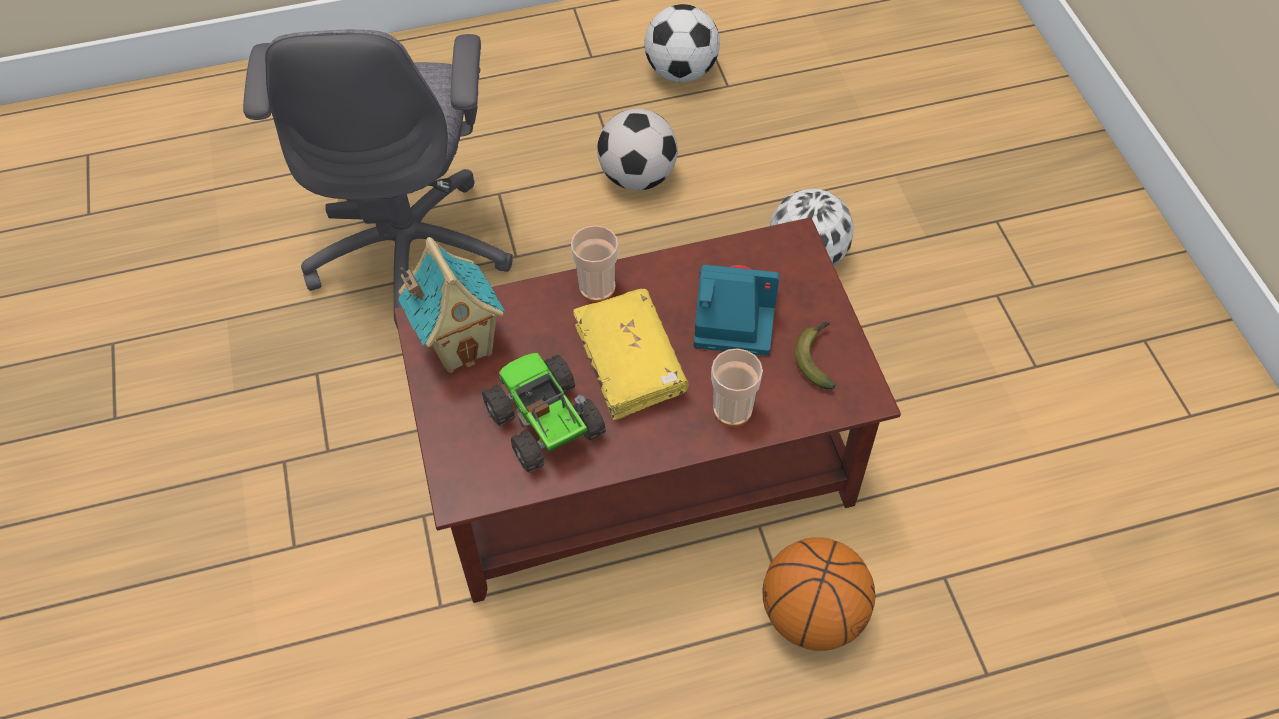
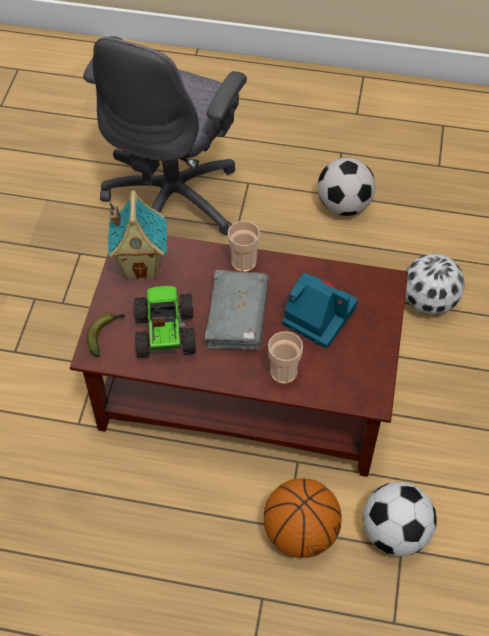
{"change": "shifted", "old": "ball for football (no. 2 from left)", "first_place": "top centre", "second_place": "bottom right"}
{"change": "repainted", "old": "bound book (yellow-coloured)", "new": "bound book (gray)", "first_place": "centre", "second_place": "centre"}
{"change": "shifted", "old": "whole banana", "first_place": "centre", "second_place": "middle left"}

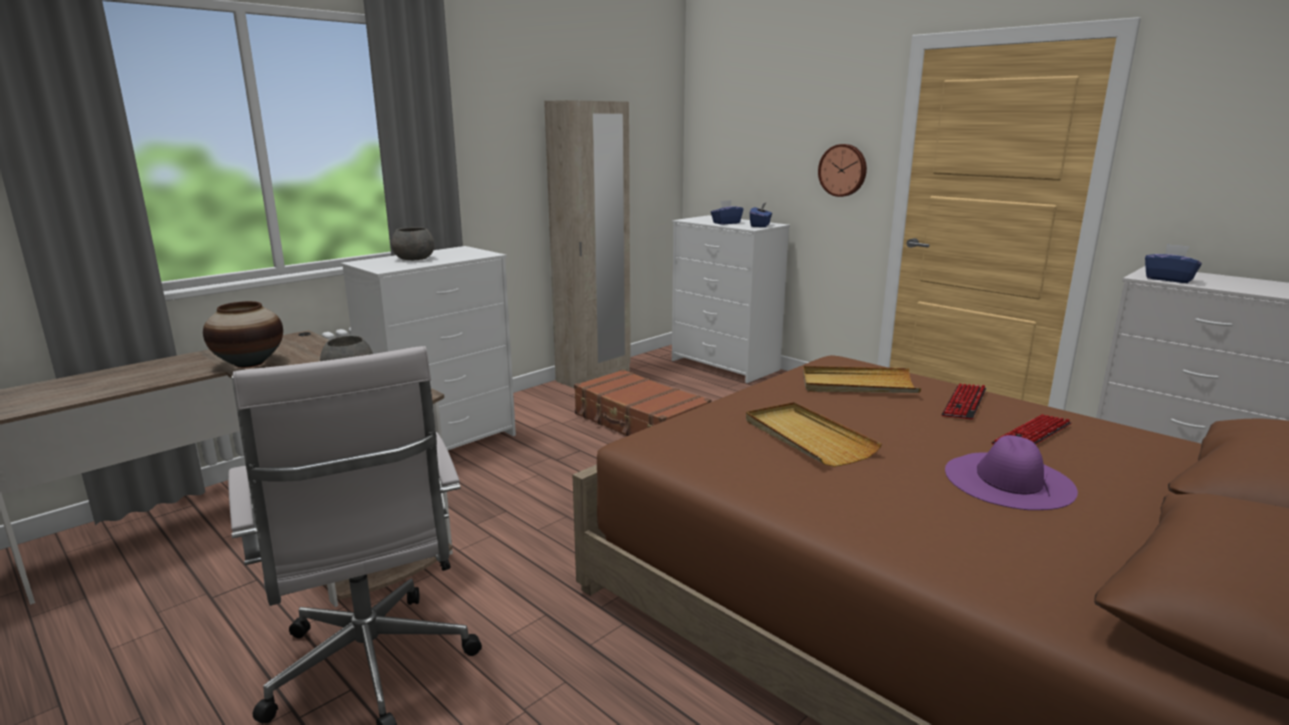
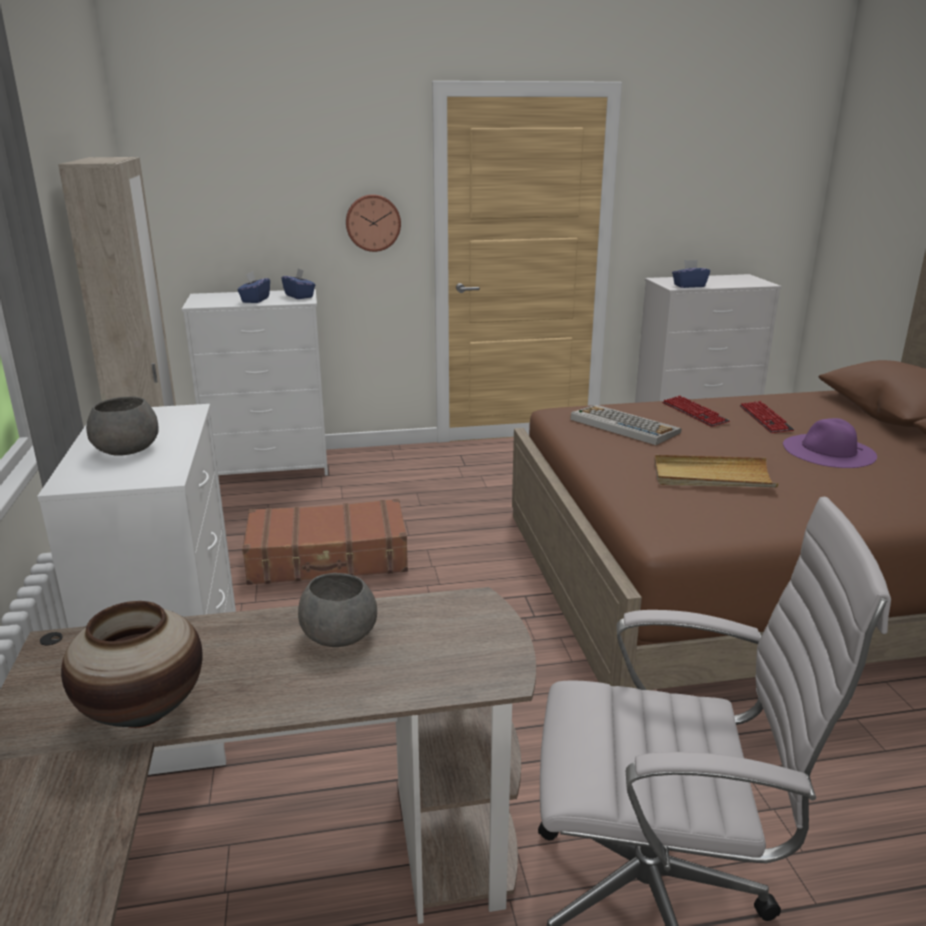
{"change": "swapped", "old": "carrying tray (beige) (no. 2 from left)", "new": "computer keyboard (no. 1 from left)", "first_place": "middle right", "second_place": "middle right"}

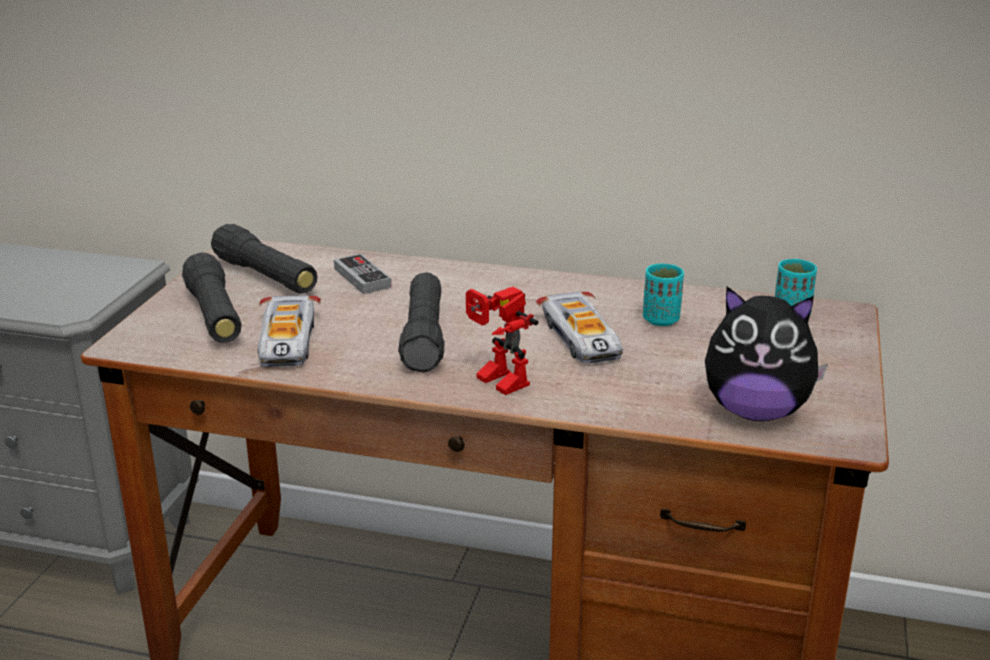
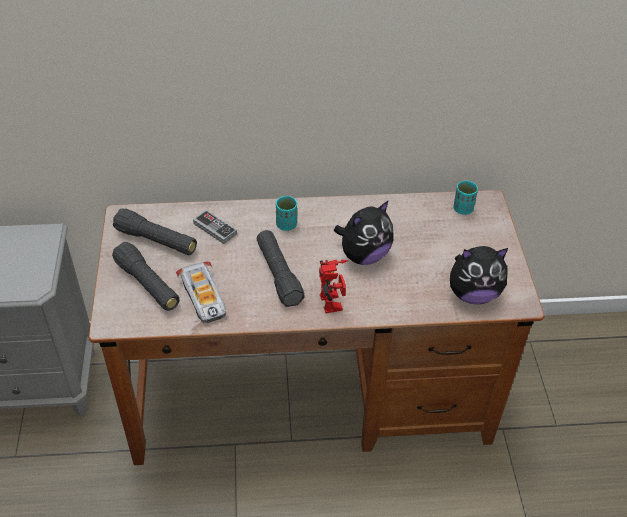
{"change": "shifted", "old": "small cup (turquoise-coloured) (no. 1 from left)", "first_place": "middle right", "second_place": "centre"}
{"change": "rotated", "old": "toy robot", "first_place": "centre", "second_place": "centre", "degrees": -135}
{"change": "swapped", "old": "toy car (no. 2 from left)", "new": "soft toy (no. 1 from left)", "first_place": "centre", "second_place": "centre"}

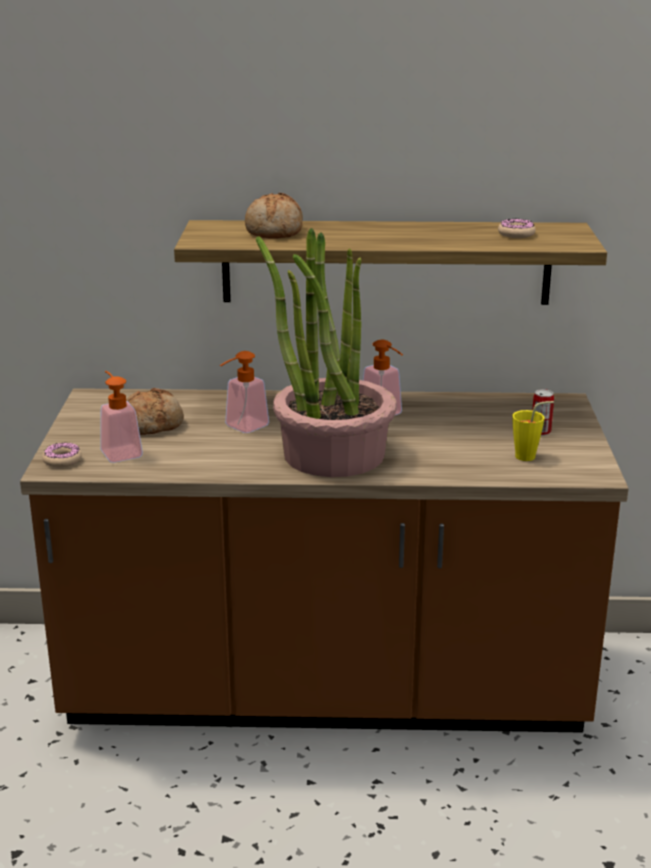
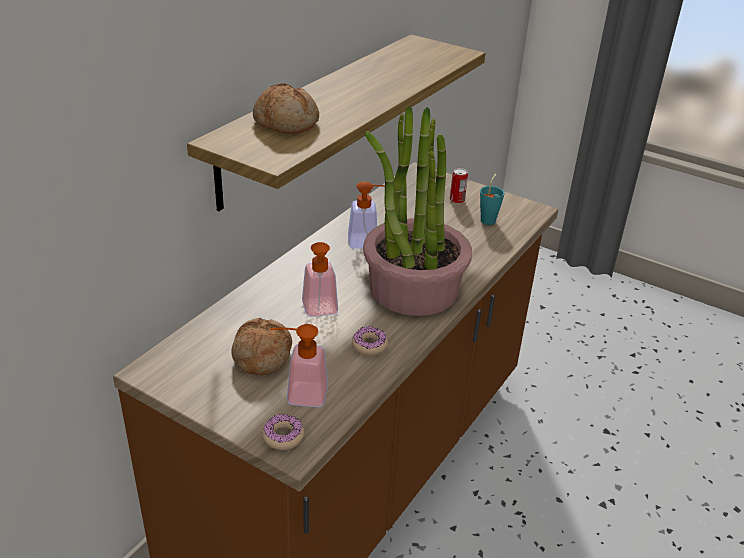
{"change": "shifted", "old": "donut (no. 2 from left)", "first_place": "top right", "second_place": "centre"}
{"change": "repainted", "old": "small cup (yellow-coloured)", "new": "small cup (turquoise-coloured)", "first_place": "middle right", "second_place": "centre"}

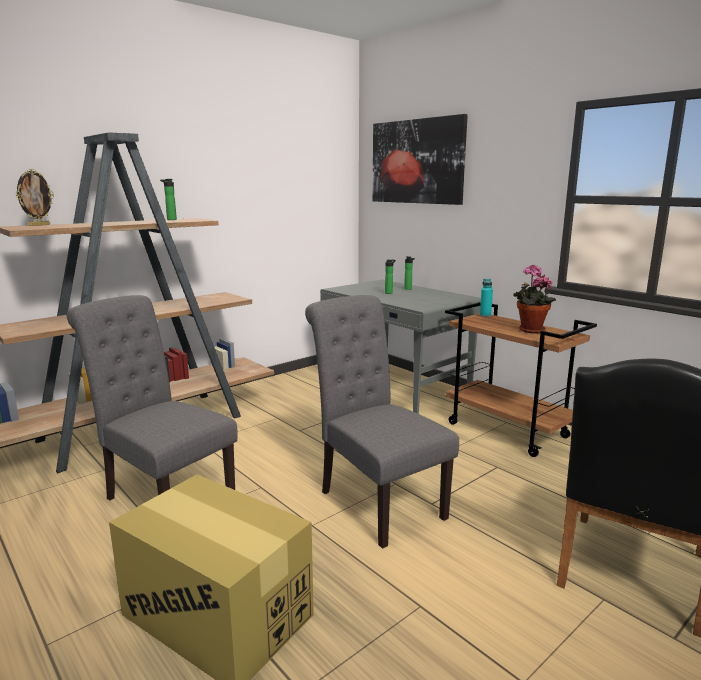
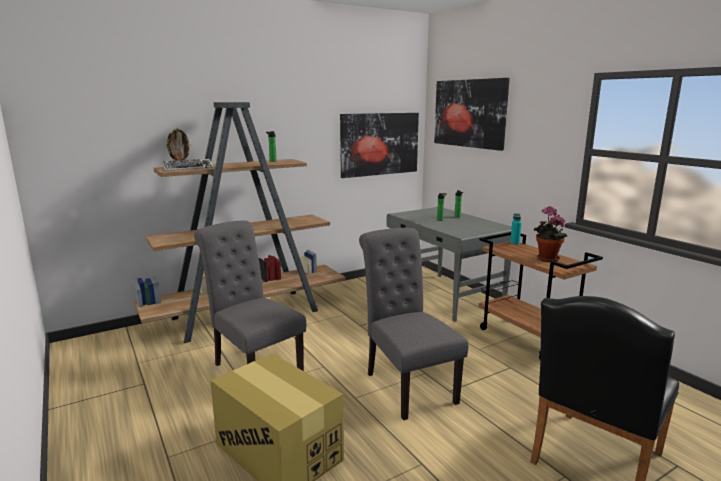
{"change": "new", "new": "picture (no. 1 from left)", "second_place": "top centre"}
{"change": "new", "new": "computer keyboard", "second_place": "middle left"}

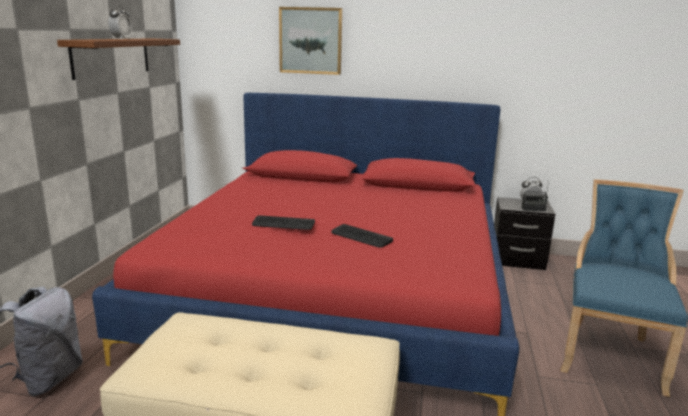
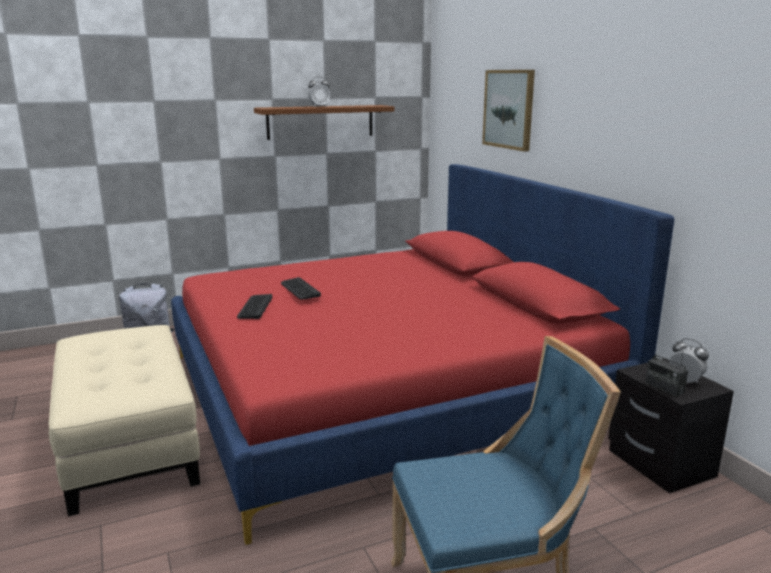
{"change": "shifted", "old": "computer keyboard (no. 2 from left in the first image)", "new": "computer keyboard (no. 1 from left)", "first_place": "centre", "second_place": "middle left"}

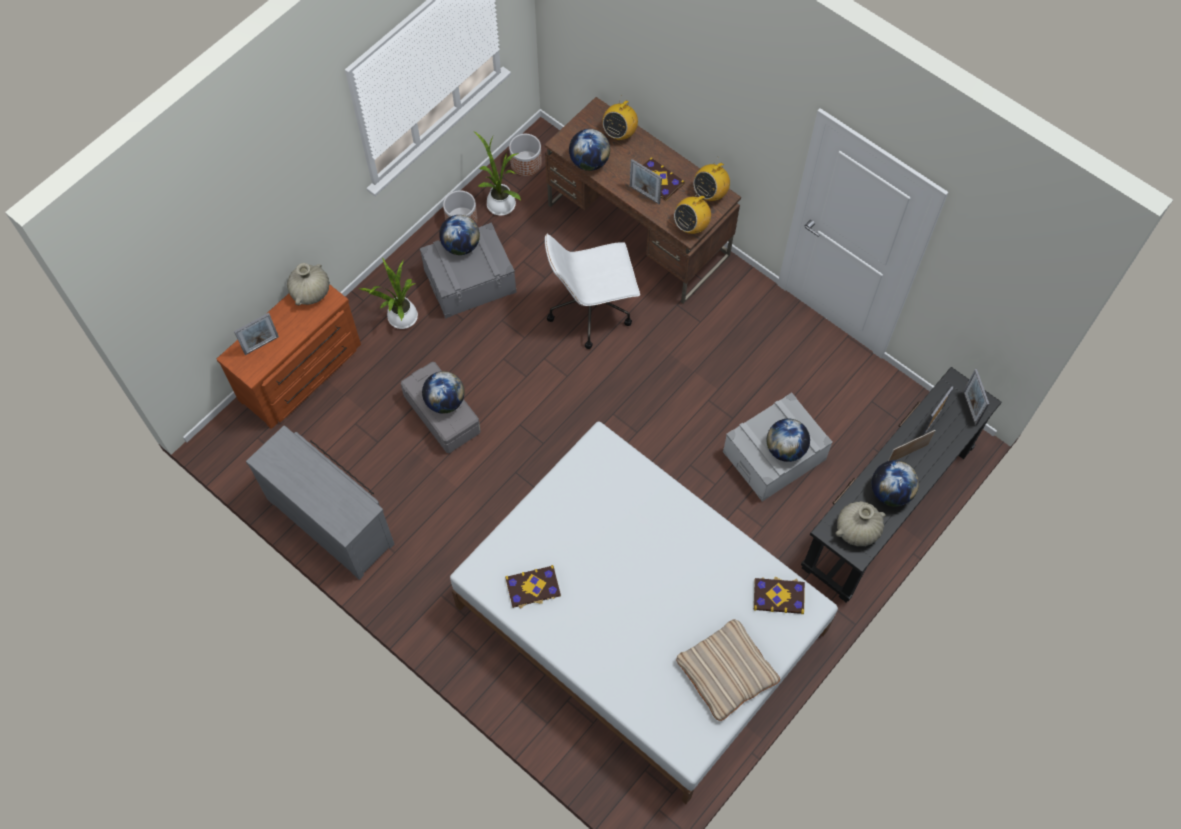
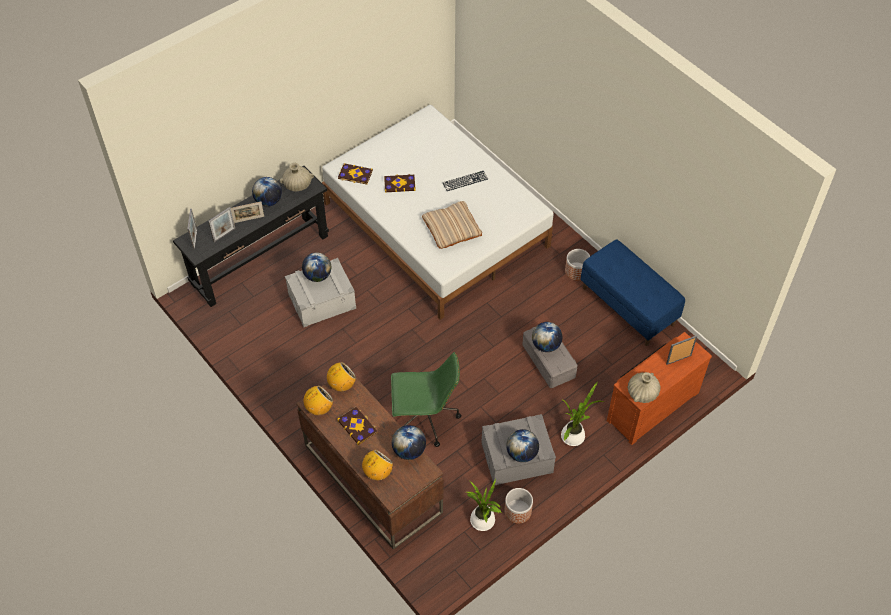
{"change": "shifted", "old": "planter (no. 2 from left)", "first_place": "top centre", "second_place": "centre"}
{"change": "gone", "old": "picture frame (no. 2 from left)", "first_place": "top centre"}
{"change": "repainted", "old": "desk chair (white-coloured)", "new": "desk chair (green-coloured)", "first_place": "centre", "second_place": "centre"}
{"change": "swapped", "old": "drawer chest (gray)", "new": "long seat (bluish)", "first_place": "middle left", "second_place": "middle right"}
{"change": "shifted", "old": "bound book (no. 1 from left in the first image)", "new": "bound book (no. 3 from left)", "first_place": "bottom centre", "second_place": "top centre"}
{"change": "shifted", "old": "throw pillow (beige)", "first_place": "bottom centre", "second_place": "centre"}
{"change": "new", "new": "computer keyboard", "second_place": "top centre"}

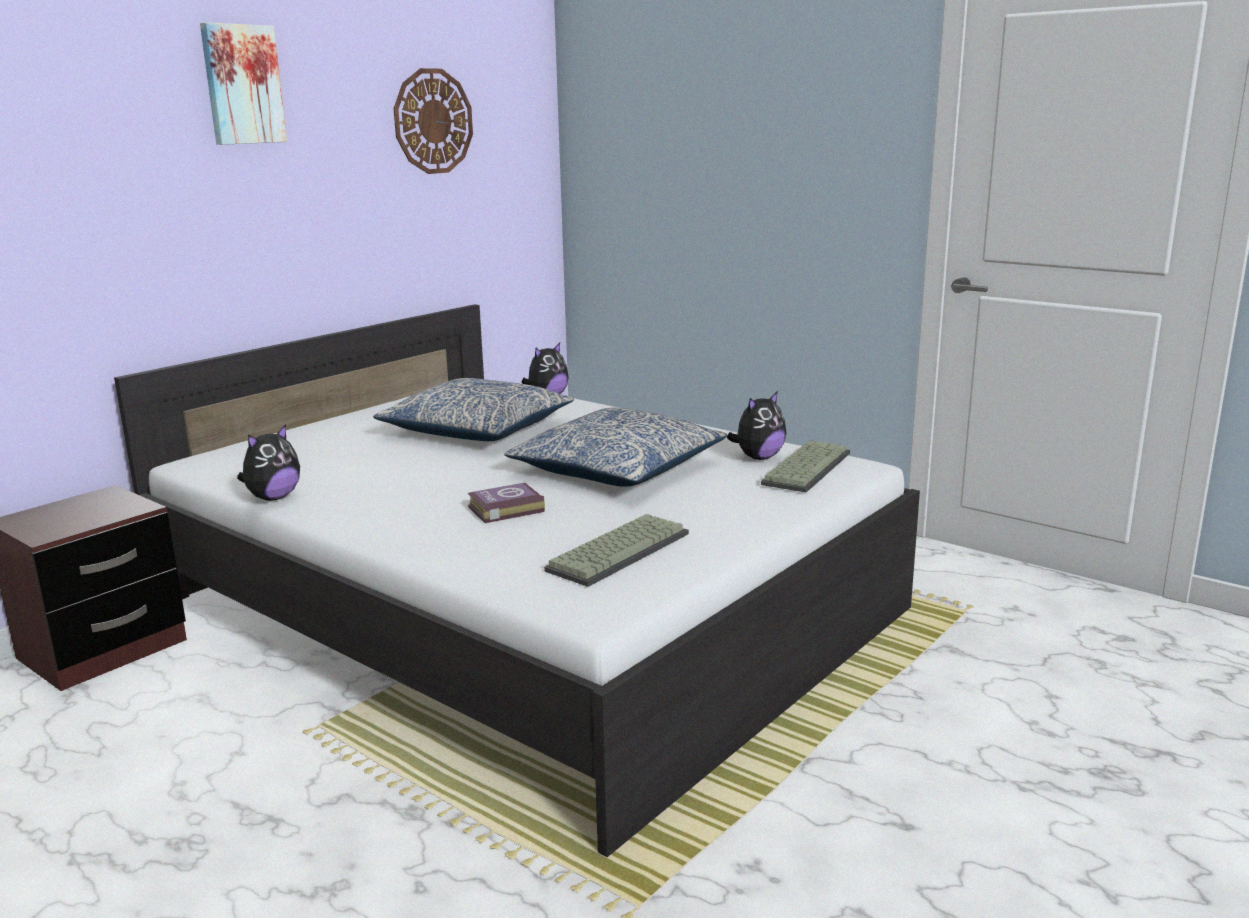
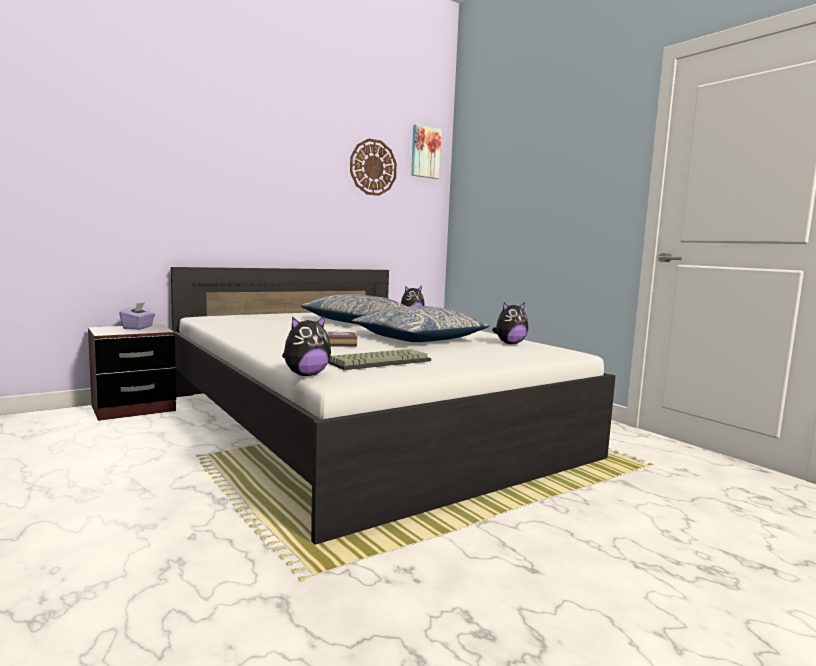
{"change": "shifted", "old": "picture", "first_place": "top left", "second_place": "top centre"}
{"change": "shifted", "old": "soft toy (no. 1 from left)", "first_place": "middle left", "second_place": "centre"}
{"change": "gone", "old": "computer keyboard (no. 2 from left)", "first_place": "centre"}
{"change": "new", "new": "tissue box (purplish)", "second_place": "middle left"}

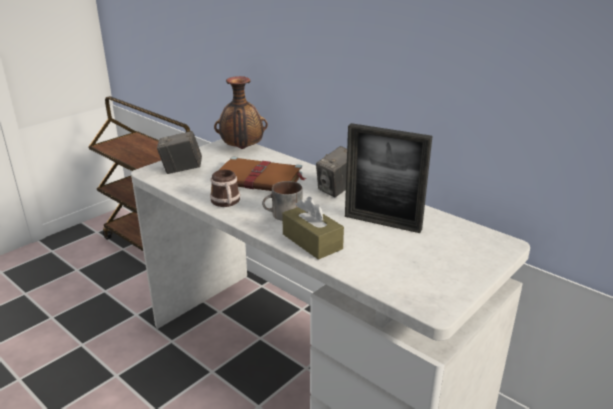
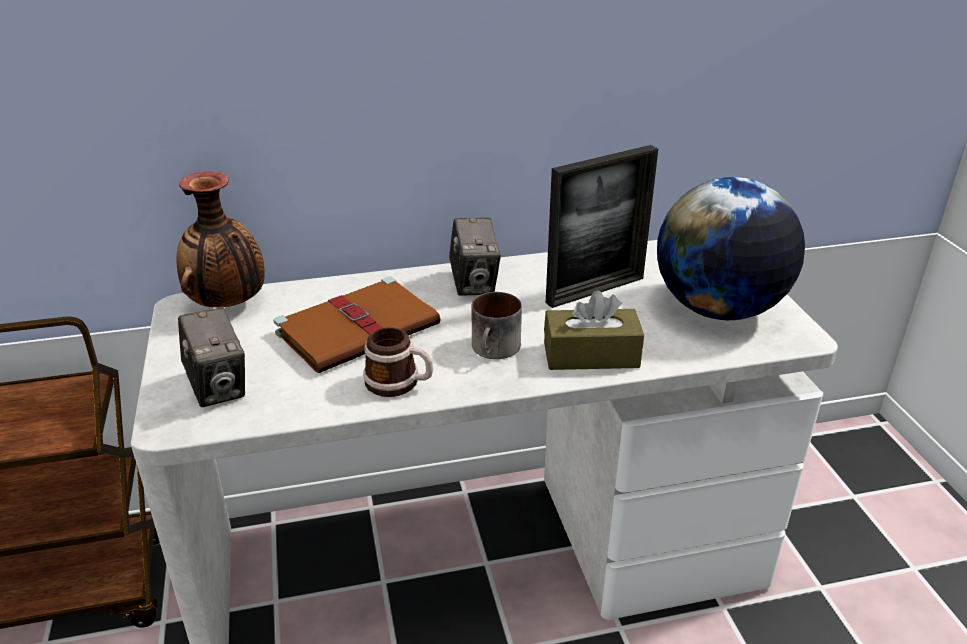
{"change": "rotated", "old": "still camera (no. 1 from left)", "first_place": "middle left", "second_place": "middle left", "degrees": -60}
{"change": "new", "new": "world globe", "second_place": "middle right"}

